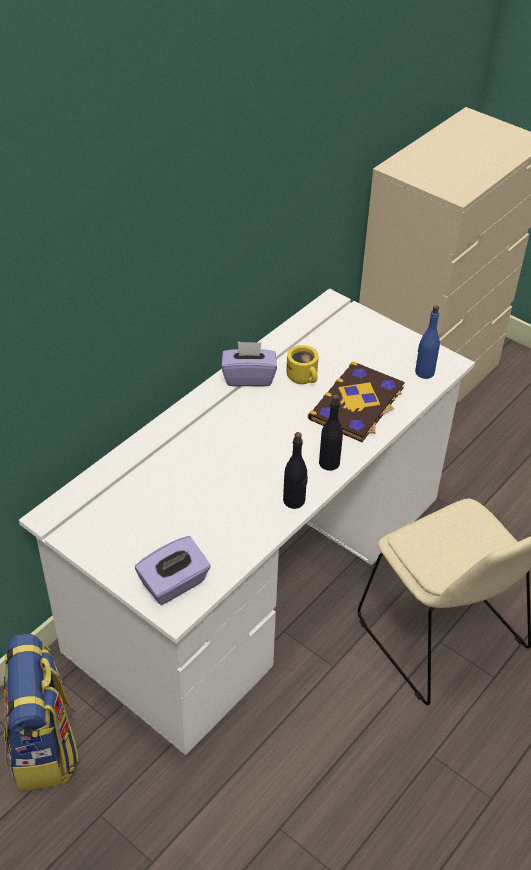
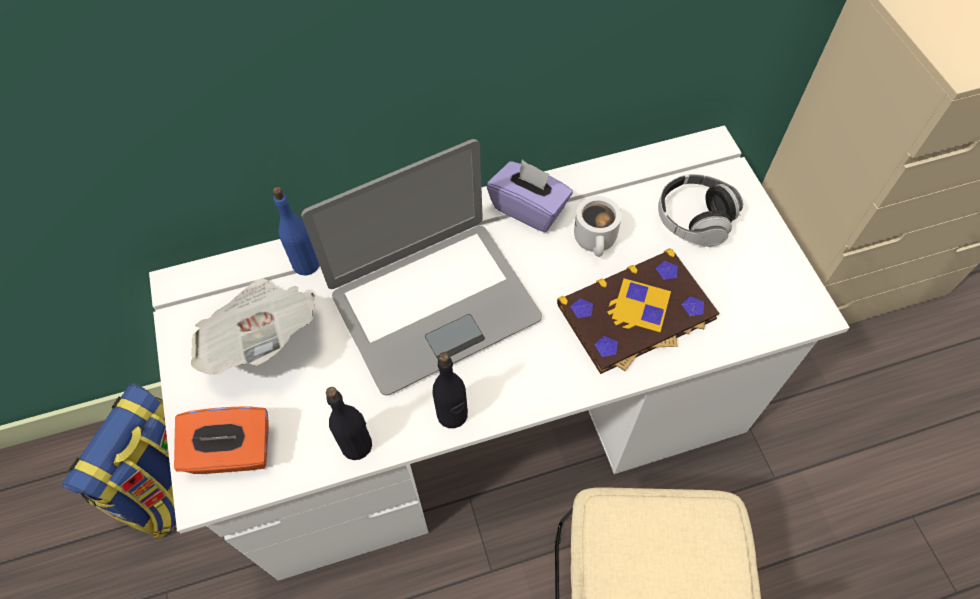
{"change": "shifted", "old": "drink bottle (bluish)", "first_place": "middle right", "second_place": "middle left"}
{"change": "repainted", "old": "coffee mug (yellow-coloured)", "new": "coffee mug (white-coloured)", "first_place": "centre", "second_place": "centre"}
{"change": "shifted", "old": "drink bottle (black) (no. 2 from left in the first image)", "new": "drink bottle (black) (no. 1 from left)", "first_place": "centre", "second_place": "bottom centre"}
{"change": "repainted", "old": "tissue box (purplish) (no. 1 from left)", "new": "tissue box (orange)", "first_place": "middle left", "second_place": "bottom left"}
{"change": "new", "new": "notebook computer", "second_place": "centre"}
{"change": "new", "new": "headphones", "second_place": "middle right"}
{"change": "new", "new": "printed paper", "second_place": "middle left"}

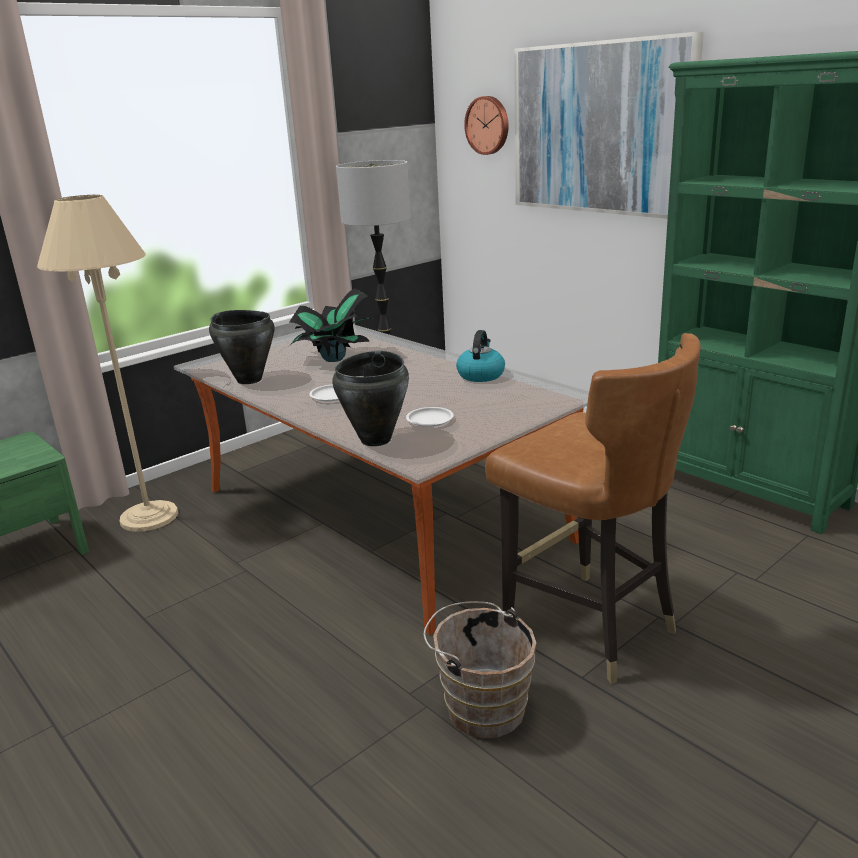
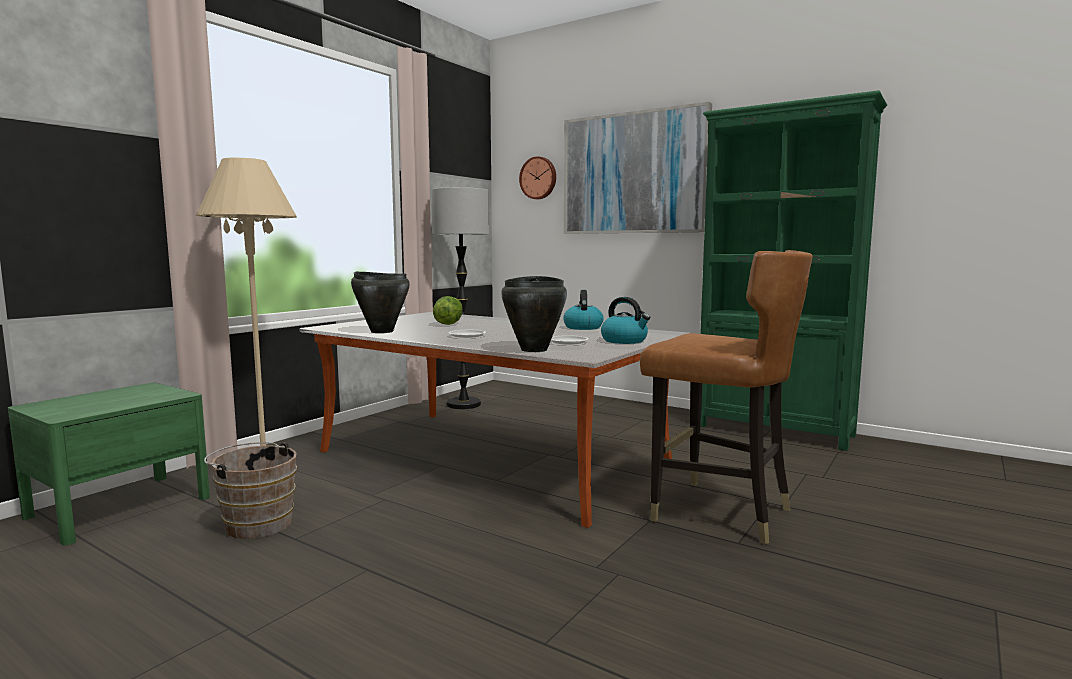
{"change": "swapped", "old": "houseplant", "new": "lettuce", "first_place": "centre", "second_place": "centre"}
{"change": "shifted", "old": "pail (brownish)", "first_place": "bottom centre", "second_place": "bottom left"}
{"change": "new", "new": "tea kettle (no. 2 from left)", "second_place": "centre"}

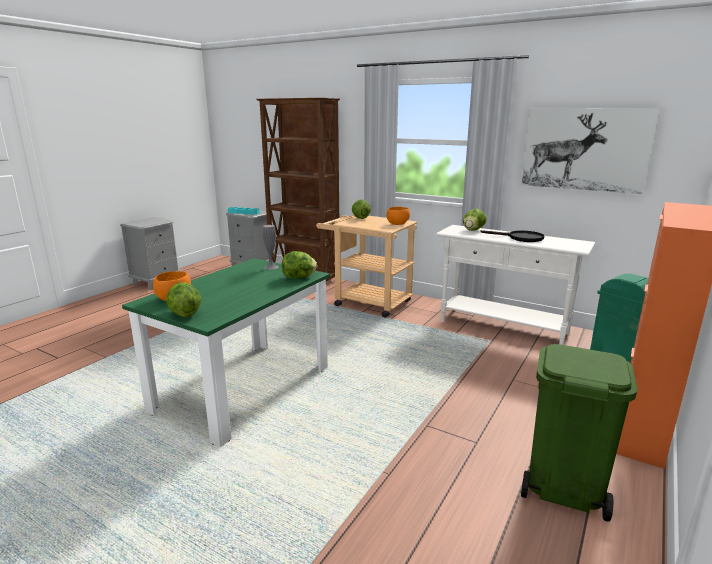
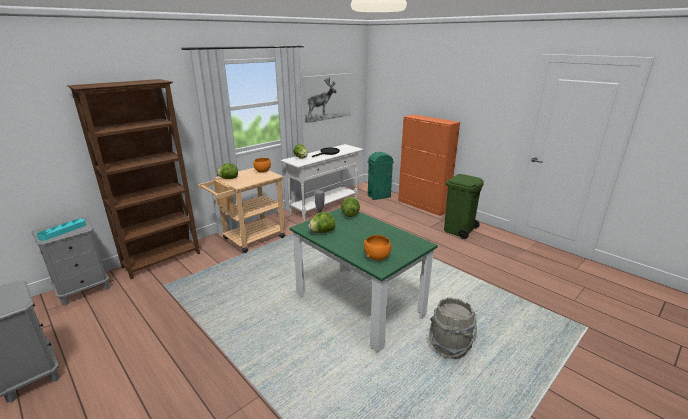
{"change": "shifted", "old": "lettuce (no. 1 from left in the first image)", "new": "lettuce (no. 3 from left)", "first_place": "middle left", "second_place": "centre"}
{"change": "new", "new": "pail (gray)", "second_place": "bottom centre"}

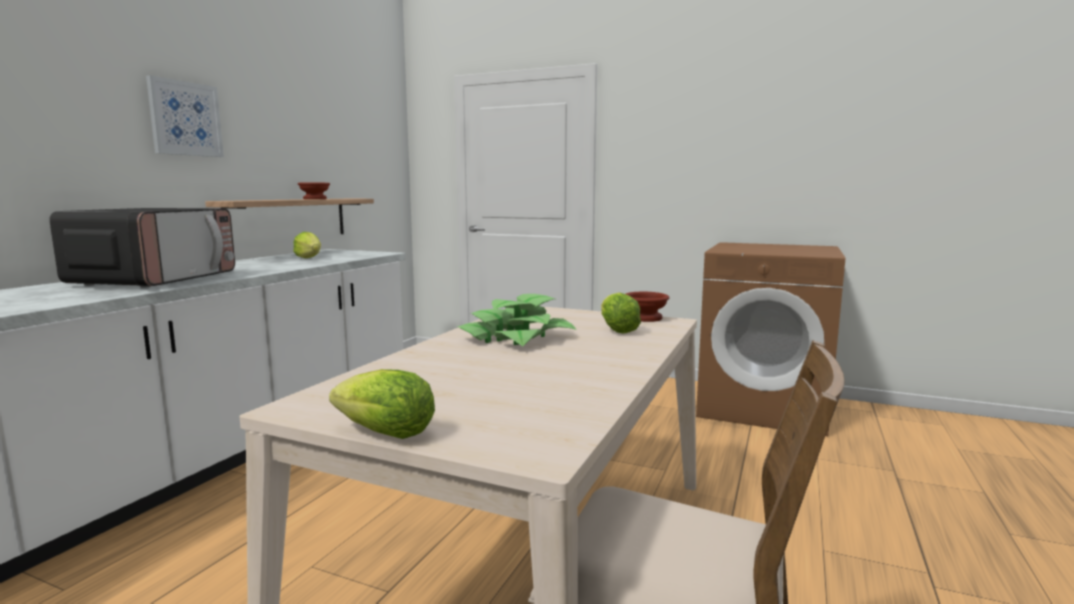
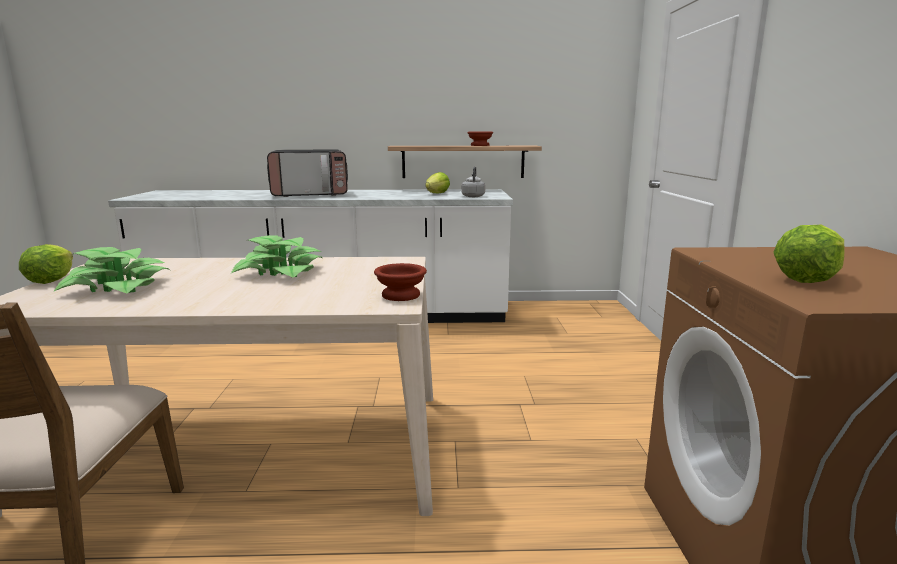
{"change": "gone", "old": "picture", "first_place": "top left"}
{"change": "shifted", "old": "lettuce (no. 3 from left)", "first_place": "centre", "second_place": "middle right"}
{"change": "new", "new": "tea kettle (gray)", "second_place": "top centre"}
{"change": "new", "new": "houseplant (no. 1 from left)", "second_place": "middle left"}

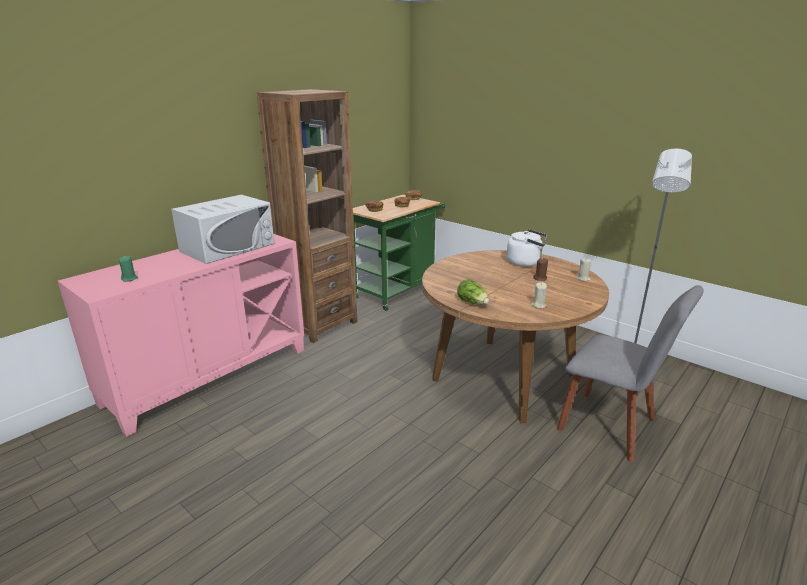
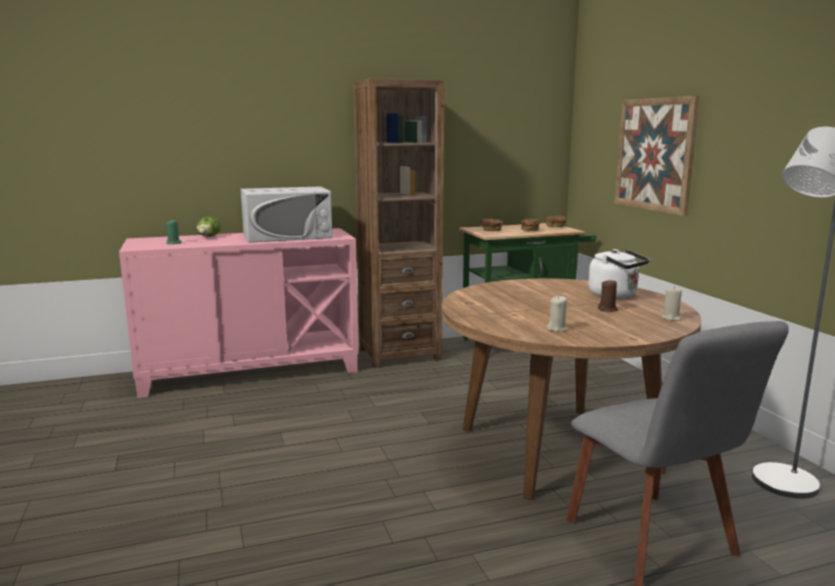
{"change": "shifted", "old": "lettuce", "first_place": "centre", "second_place": "middle left"}
{"change": "new", "new": "picture", "second_place": "top right"}

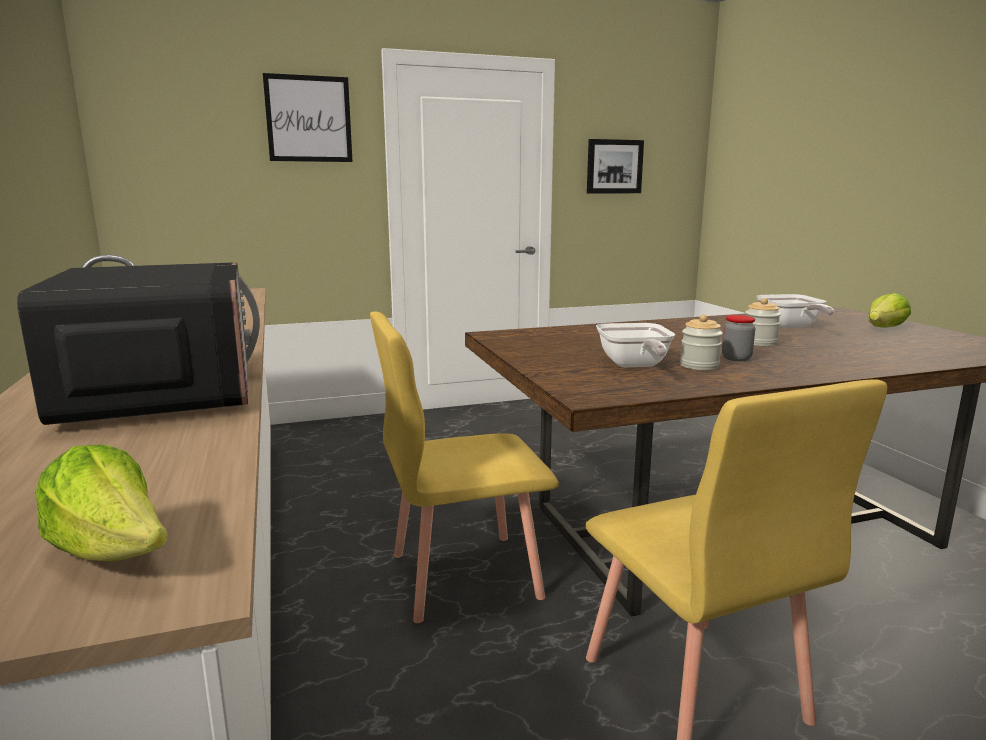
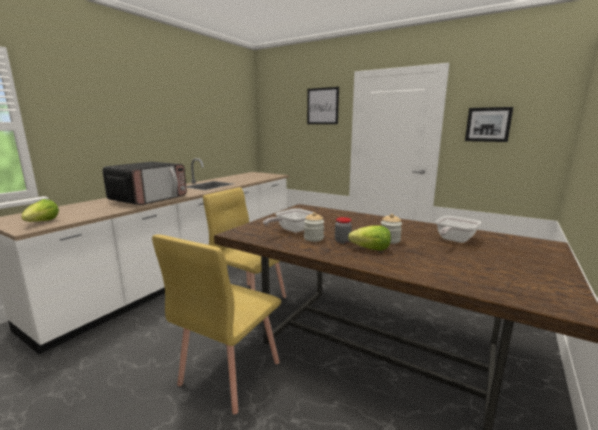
{"change": "shifted", "old": "lettuce (no. 2 from left)", "first_place": "middle right", "second_place": "centre"}

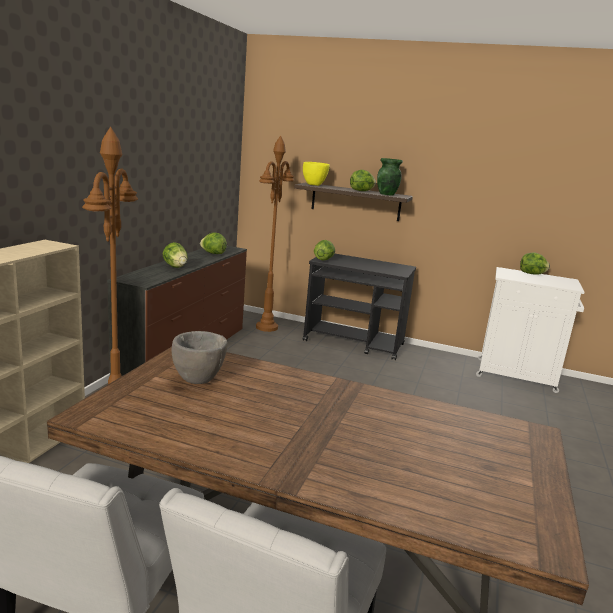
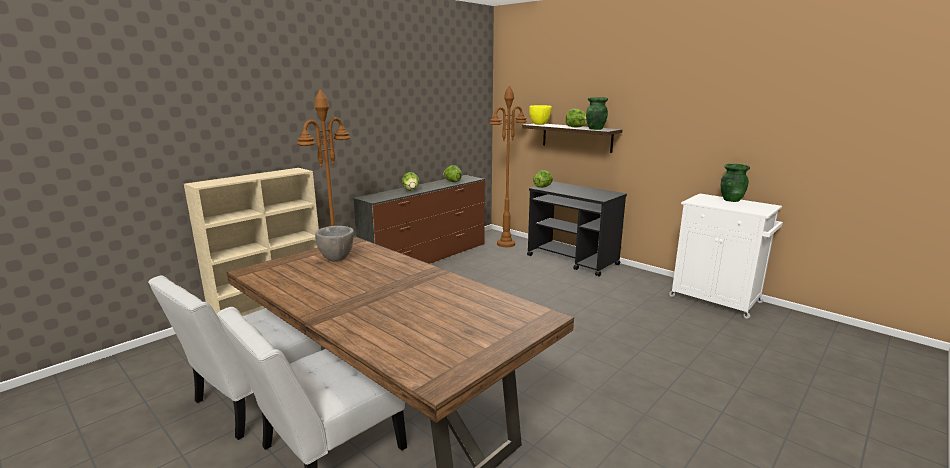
{"change": "swapped", "old": "lettuce (no. 5 from left)", "new": "vase (green-coloured) (no. 2 from left)", "first_place": "middle right", "second_place": "middle right"}

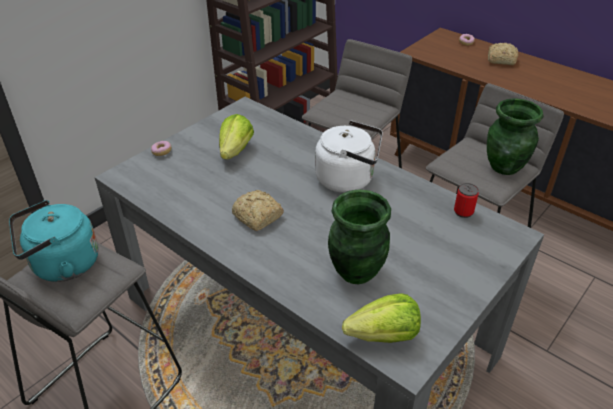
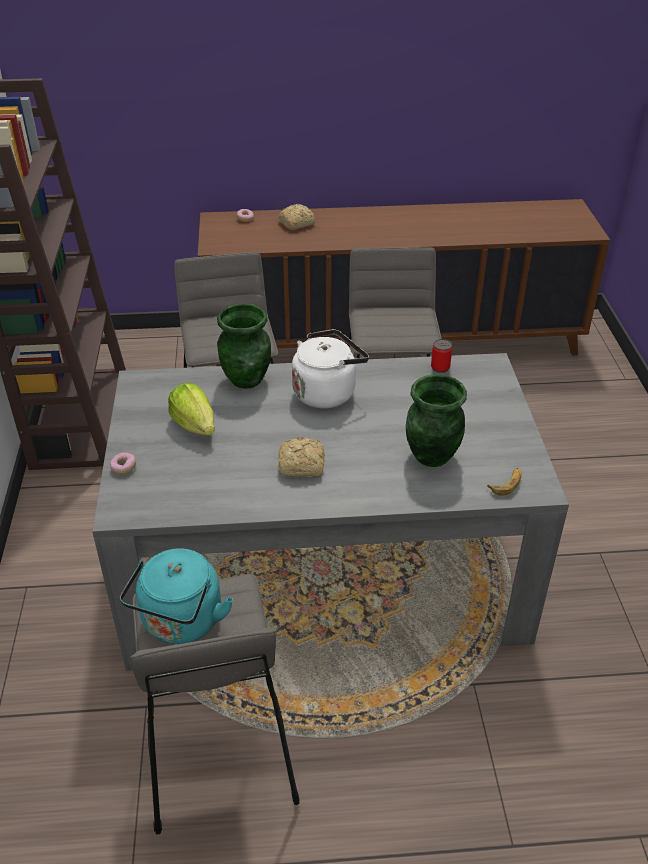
{"change": "shifted", "old": "vase (green-coloured) (no. 2 from left in the first image)", "new": "vase (green-coloured) (no. 1 from left)", "first_place": "top right", "second_place": "centre"}
{"change": "swapped", "old": "lettuce (no. 2 from left)", "new": "whole banana", "first_place": "bottom centre", "second_place": "middle right"}

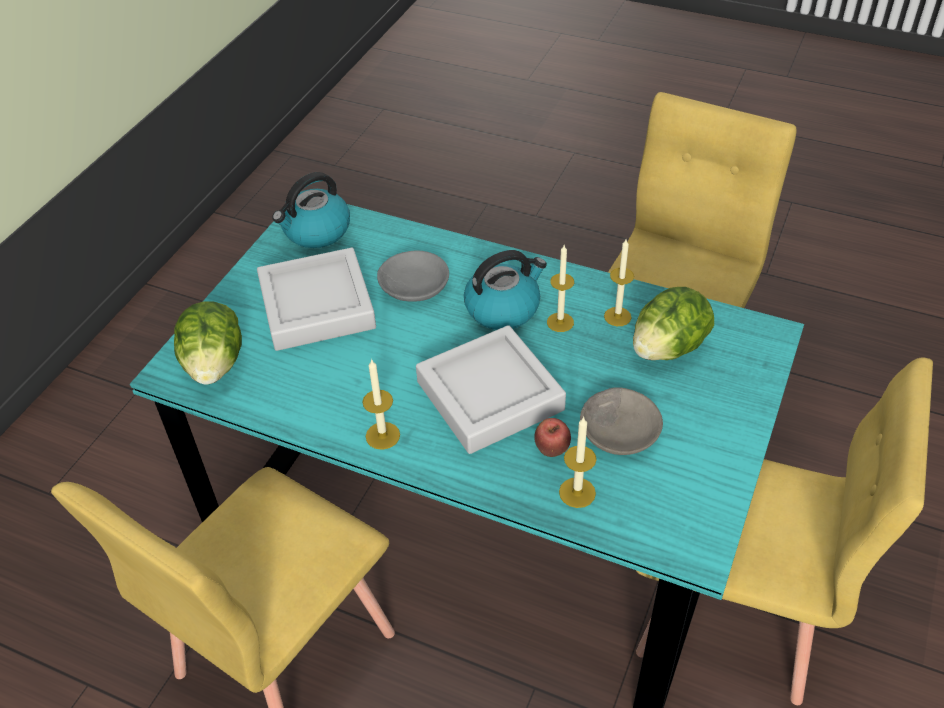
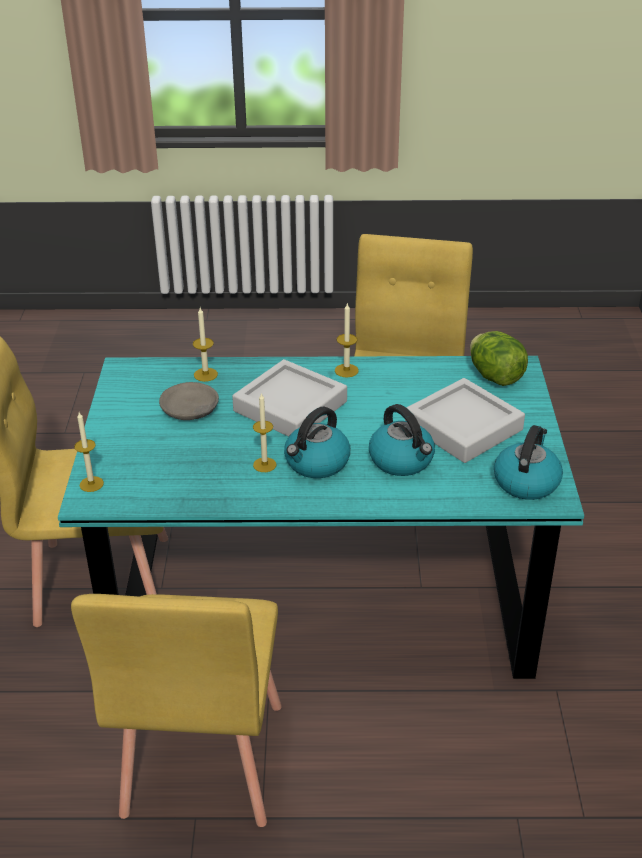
{"change": "shifted", "old": "candle (no. 4 from left in the first image)", "new": "candle (no. 1 from left)", "first_place": "centre", "second_place": "middle left"}
{"change": "swapped", "old": "bowl (gray) (no. 1 from left)", "new": "tea kettle (no. 2 from left)", "first_place": "centre", "second_place": "centre"}
{"change": "gone", "old": "lettuce (no. 2 from left)", "first_place": "middle right"}
{"change": "gone", "old": "whole apple", "first_place": "centre"}

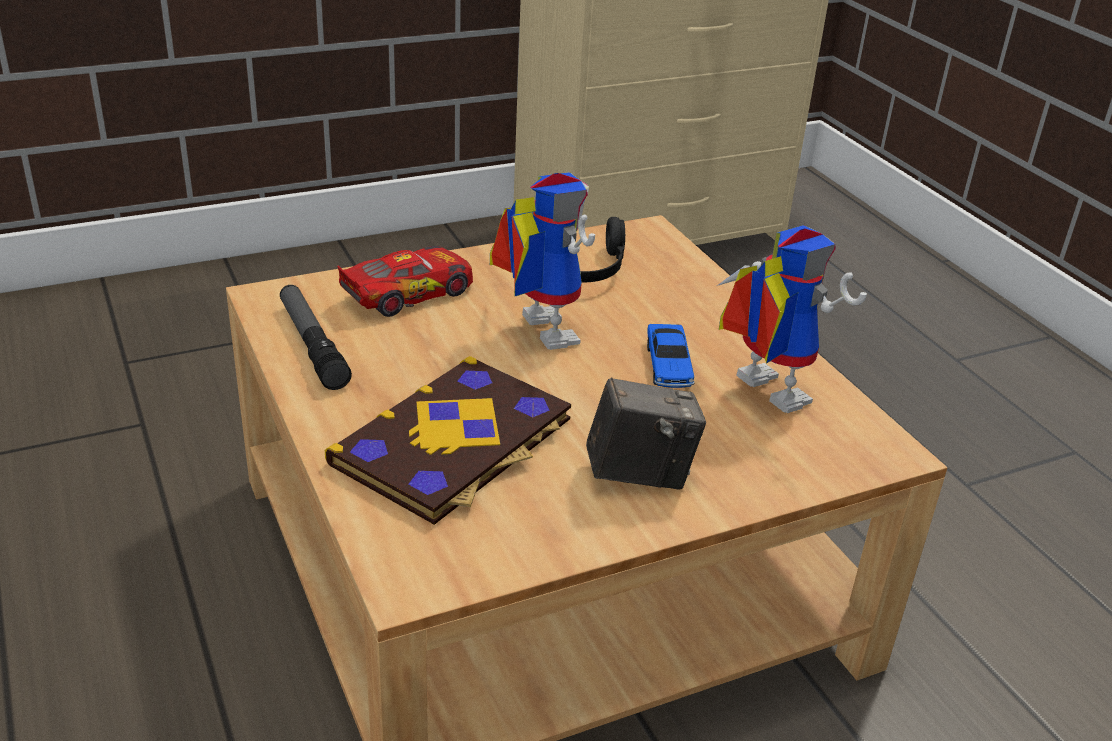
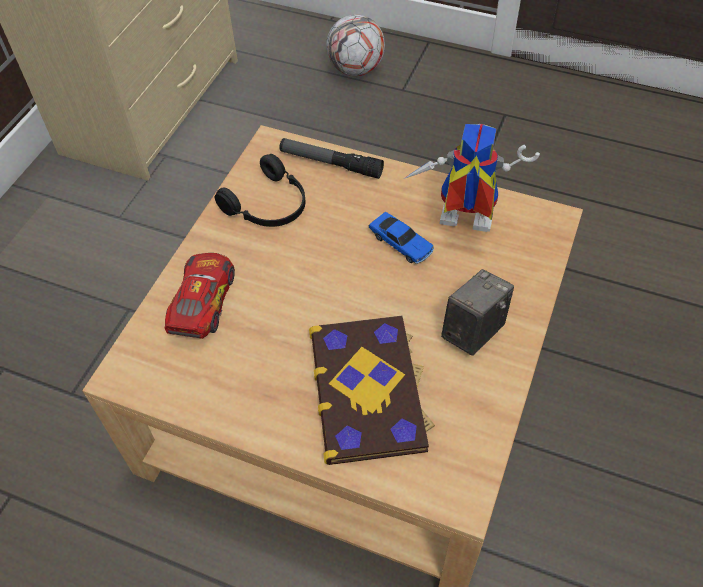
{"change": "gone", "old": "toy robot (no. 1 from left)", "first_place": "centre"}
{"change": "shifted", "old": "torch", "first_place": "middle left", "second_place": "top centre"}
{"change": "new", "new": "ball for football", "second_place": "top centre"}

